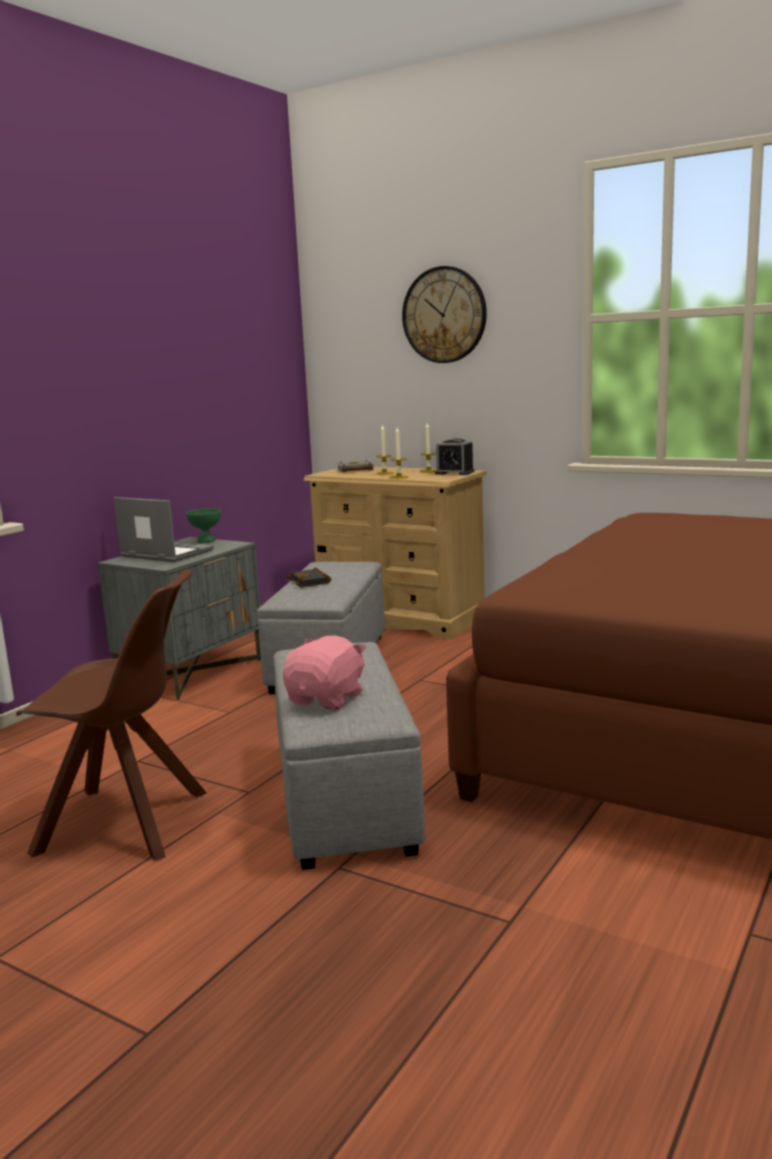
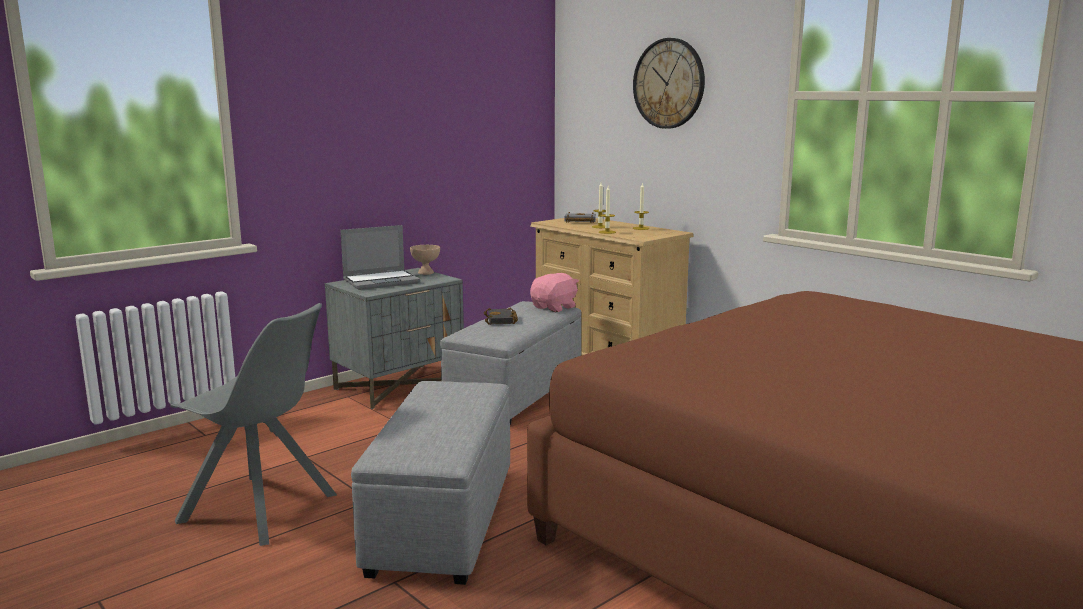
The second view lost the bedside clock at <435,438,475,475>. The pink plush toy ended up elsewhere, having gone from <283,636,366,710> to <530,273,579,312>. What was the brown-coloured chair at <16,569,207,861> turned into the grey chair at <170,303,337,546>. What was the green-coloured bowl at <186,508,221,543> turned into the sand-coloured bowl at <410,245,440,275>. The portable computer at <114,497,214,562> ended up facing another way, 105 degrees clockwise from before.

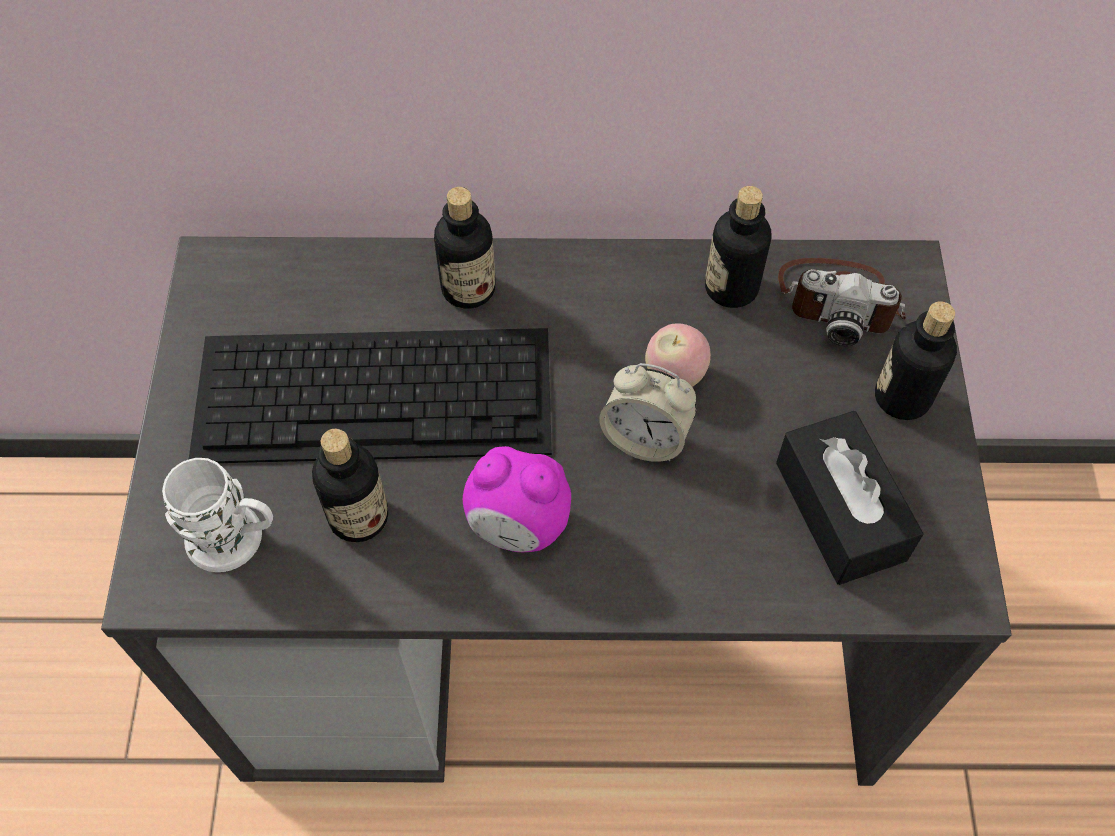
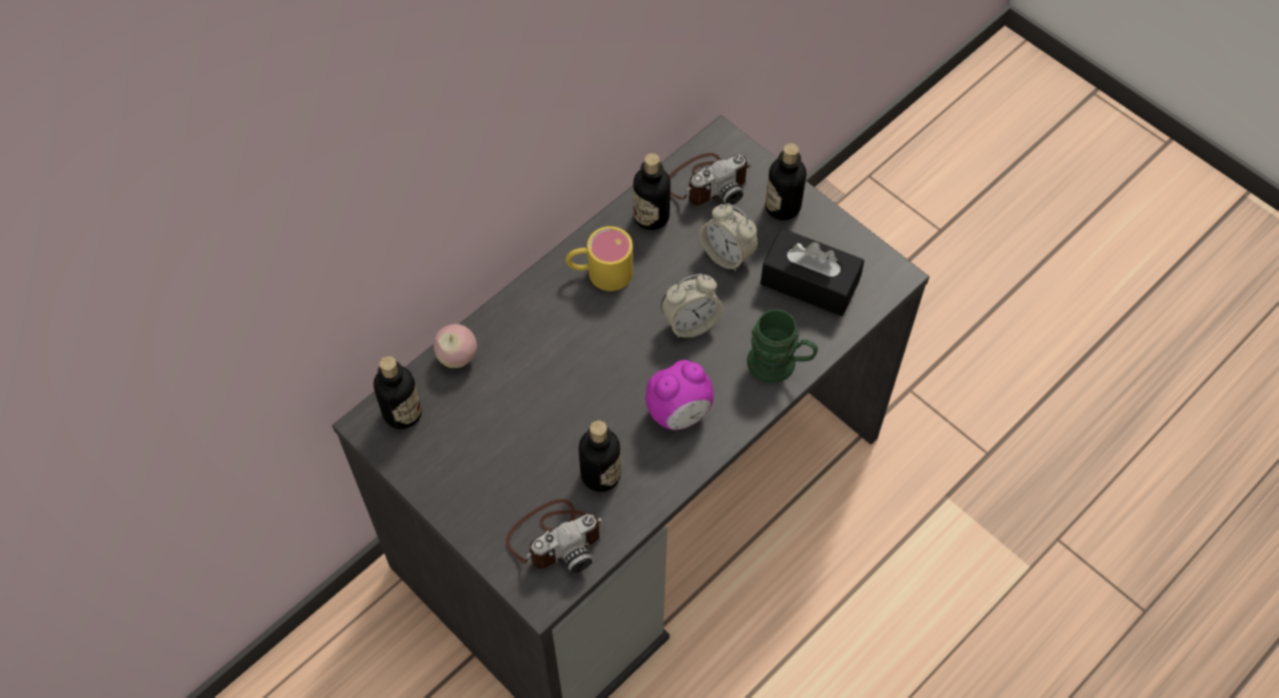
The second view lost the computer keyboard at <189,328,552,463>. The second view gained the yellow-coloured coffee mug at <566,226,633,291>. The second view gained the bedside clock at <700,203,759,271>. The second view gained the green-coloured coffee mug at <747,309,818,383>. The beverage bottle ended up elsewhere, having gone from <434,187,496,309> to <373,356,422,429>. The whole apple ended up elsewhere, having gone from <645,324,711,387> to <434,324,477,368>. Where the white-coloured coffee mug stood at <162,458,273,572>, the still camera came to stand at <506,499,605,573>.

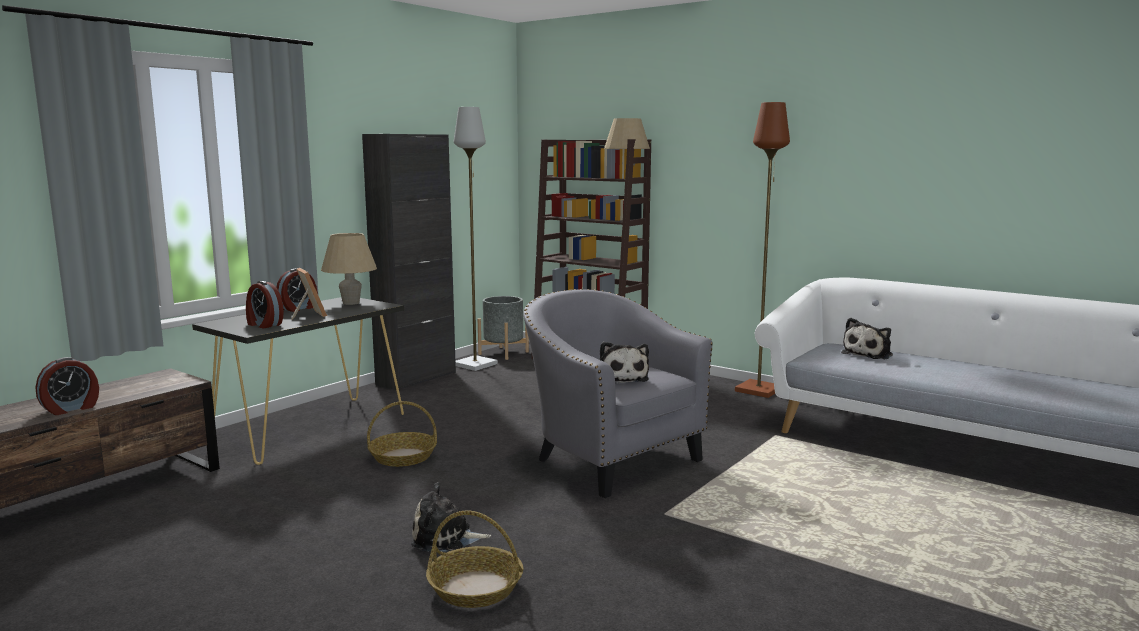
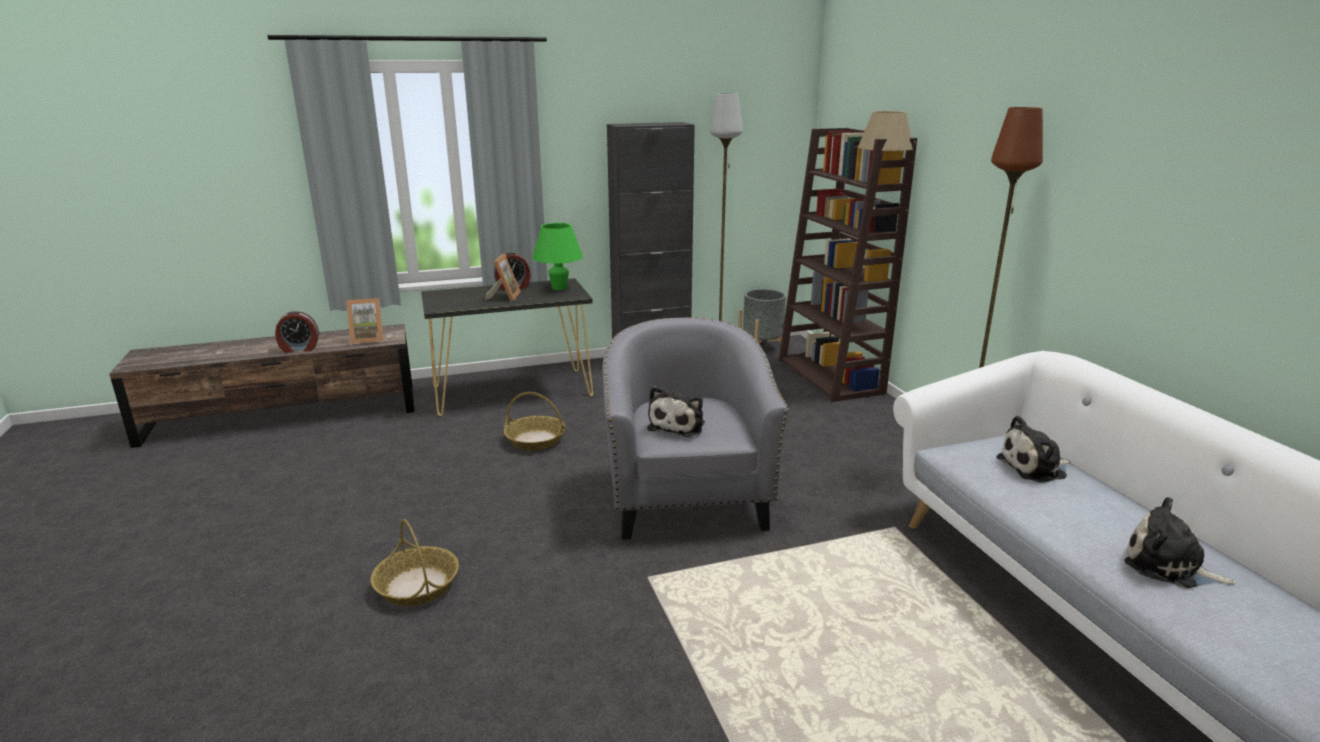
The second view lost the bedside clock at <246,281,284,328>. The second view gained the standing frame at <346,298,383,344>. The plush toy ended up elsewhere, having gone from <411,482,491,551> to <1124,497,1236,588>. What was the sand-coloured tabletop lamp at <321,233,377,305> turned into the green-coloured tabletop lamp at <533,223,583,290>.

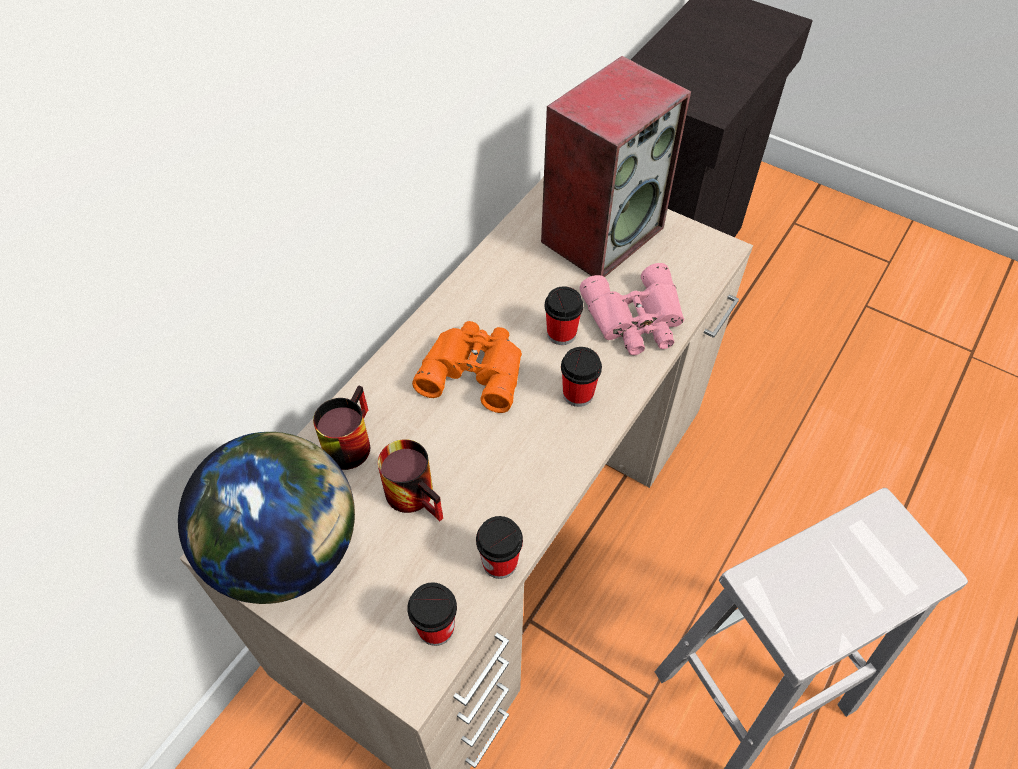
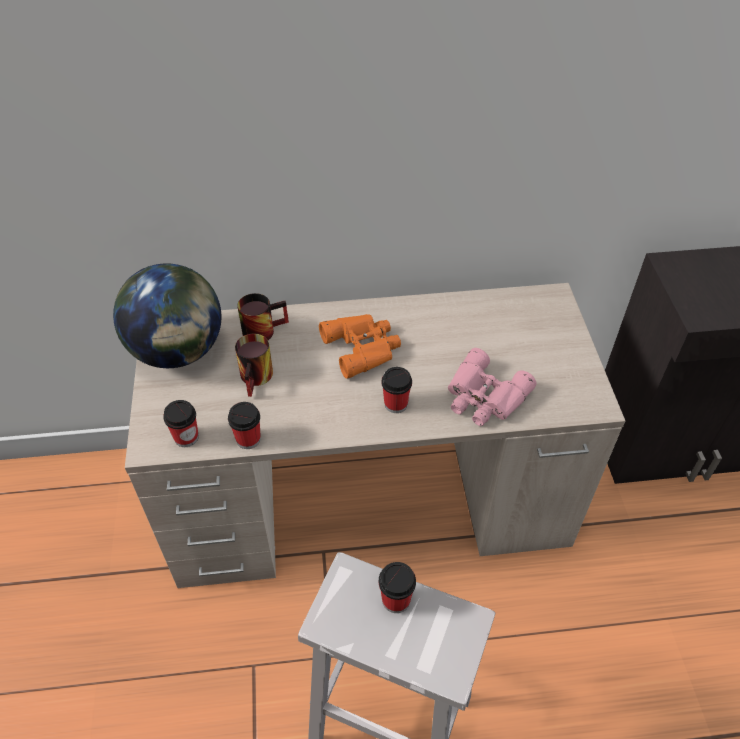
The second view lost the loudspeaker at <541,56,691,277>. The drinking cup ended up elsewhere, having gone from <544,286,583,345> to <378,562,416,613>.

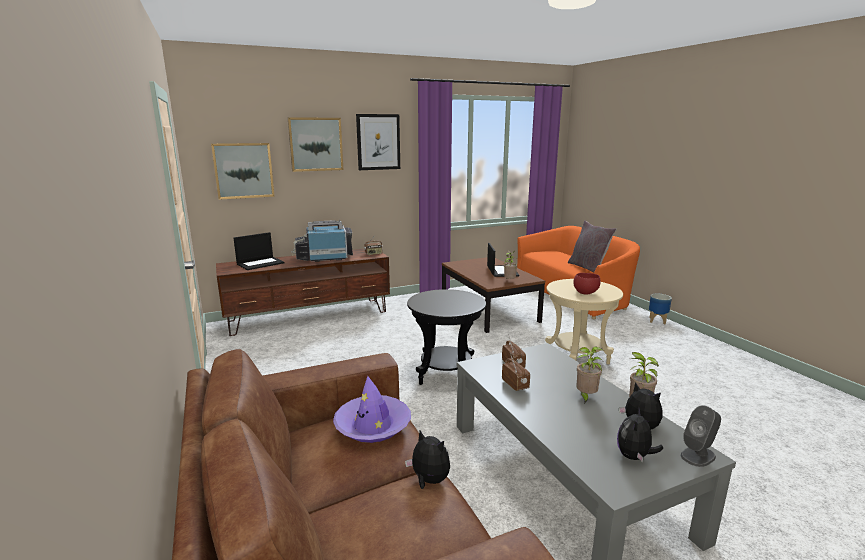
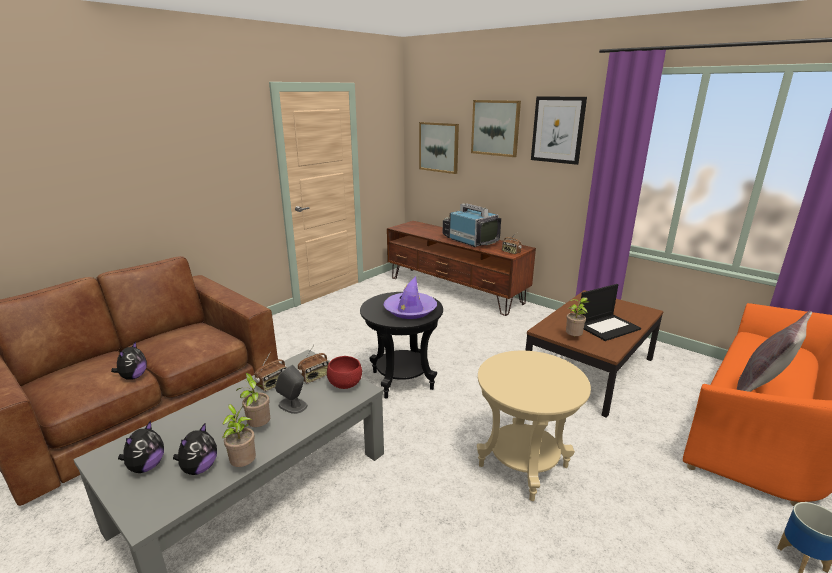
The second view lost the portable computer at <234,232,285,270>. The purple wearable hat ended up elsewhere, having gone from <333,376,411,443> to <384,276,437,319>. The red bowl ended up elsewhere, having gone from <573,273,600,295> to <327,356,362,389>. The grey loudspeaker ended up elsewhere, having gone from <681,405,721,467> to <275,365,308,414>. The plush toy at <617,408,663,462> ended up facing another way, 105 degrees clockwise from before.

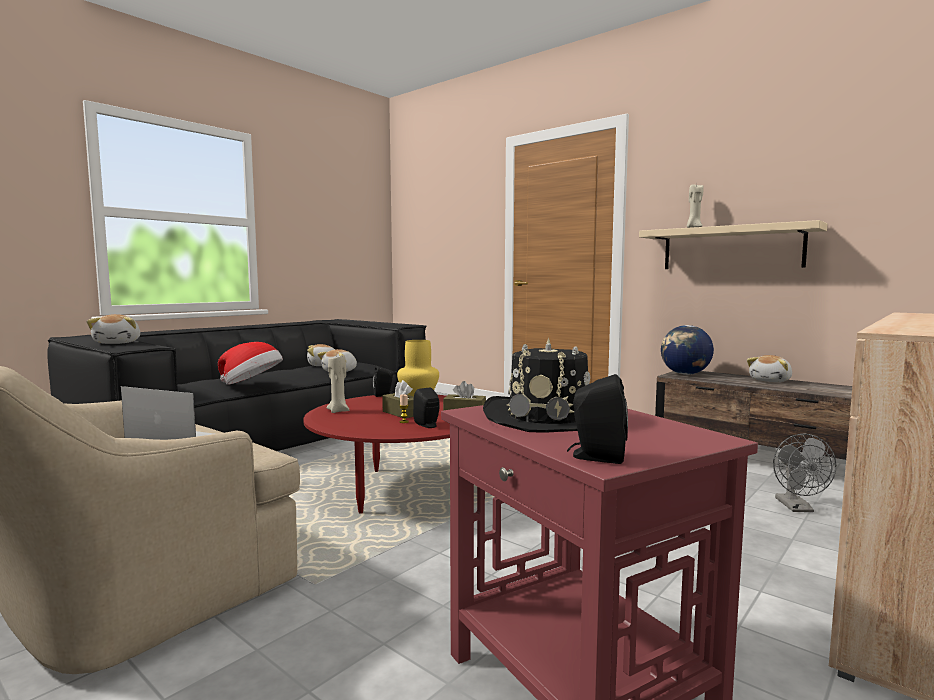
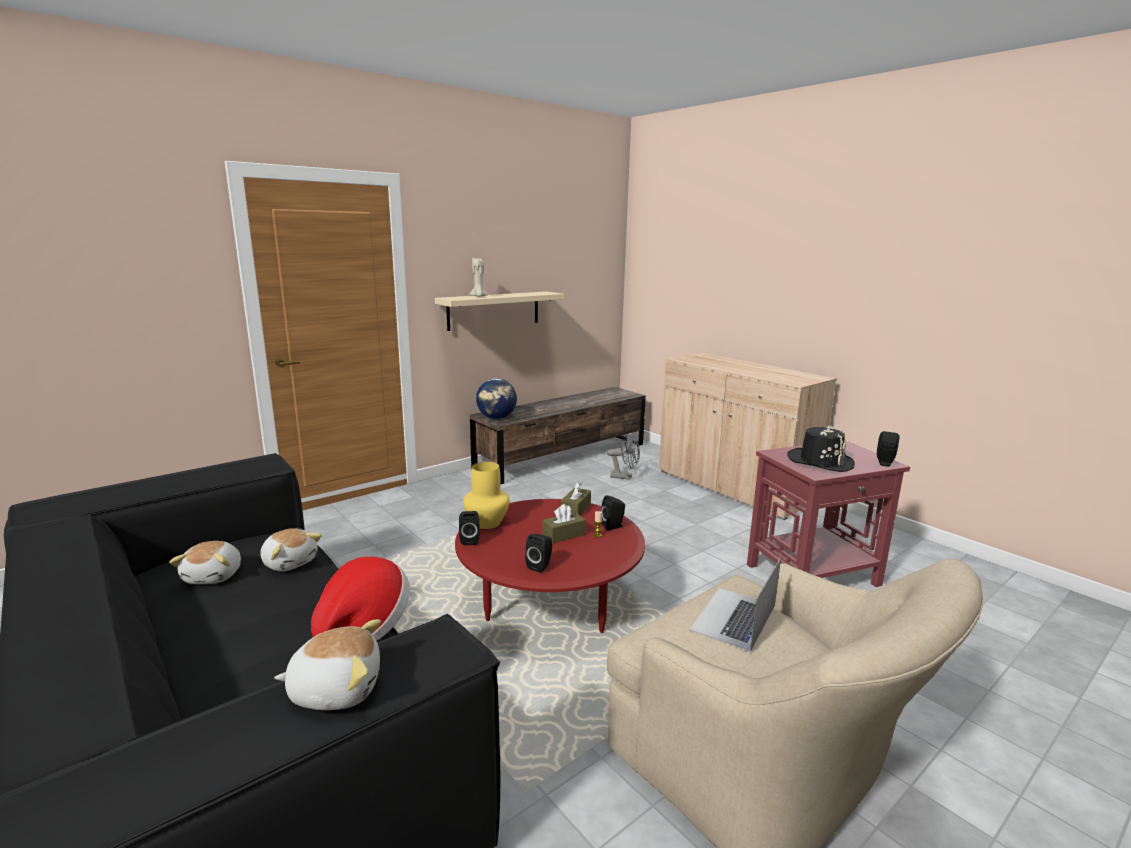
The second view lost the plush toy at <747,355,792,382>. Where the sand-coloured candle stood at <326,356,349,413>, the black loudspeaker came to stand at <525,534,552,573>.

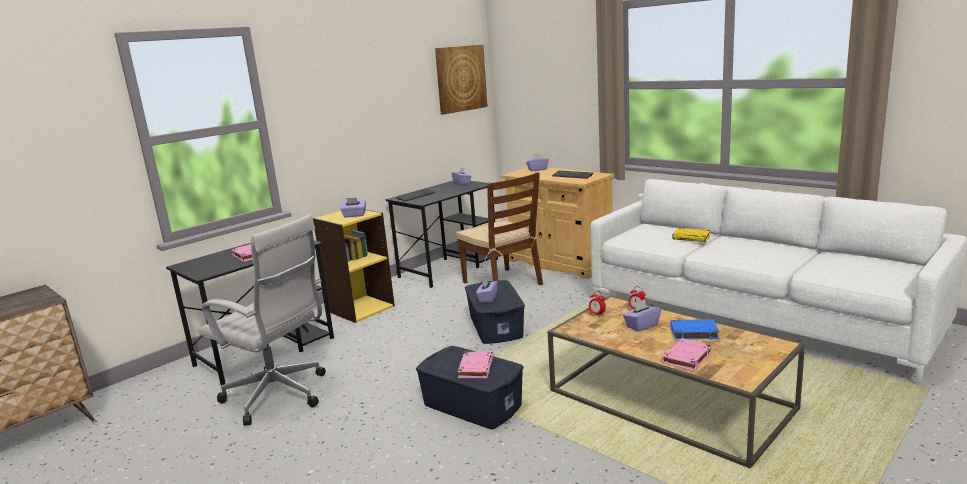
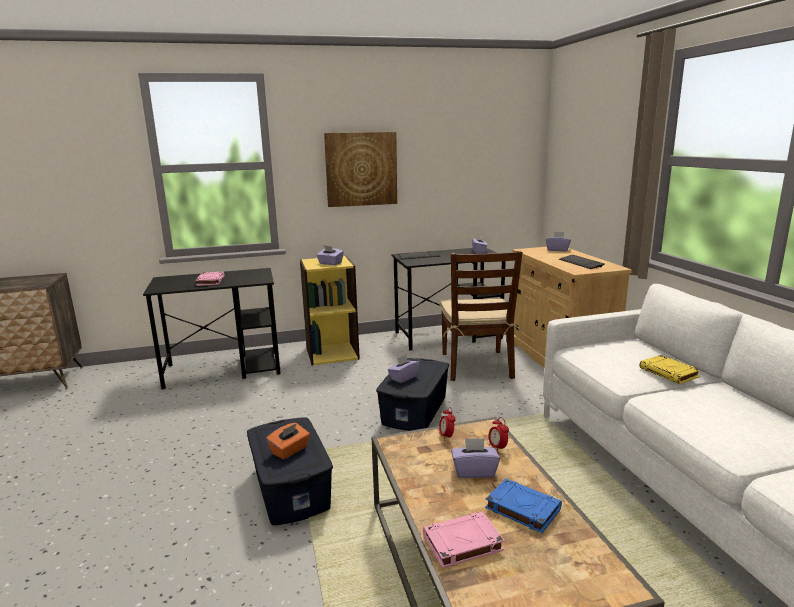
The second view lost the white-coloured office chair at <198,215,326,426>. The wall art ended up elsewhere, having gone from <435,45,488,114> to <324,132,397,207>. Where the pink book stood at <458,352,493,378>, the orange-coloured tissue holder came to stand at <266,423,310,460>.

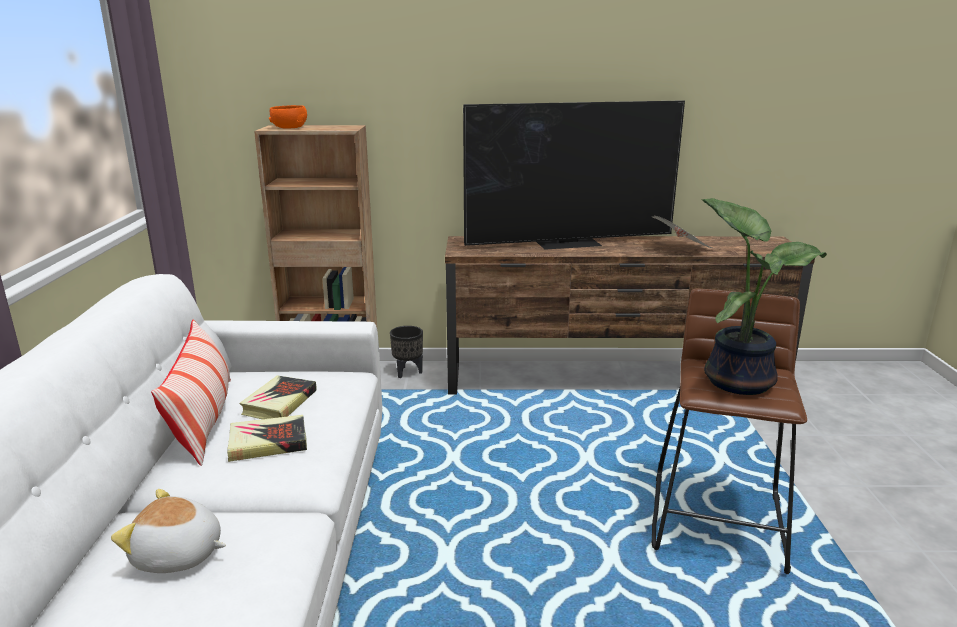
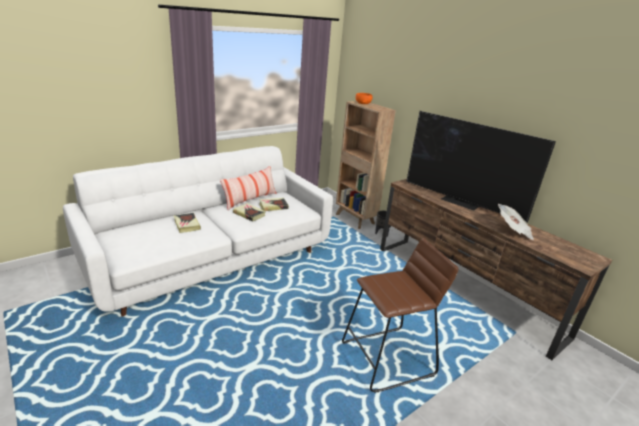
The second view lost the plant in a pot at <701,198,827,395>. Where the plush toy stood at <111,489,226,573>, the book came to stand at <174,213,201,233>.

